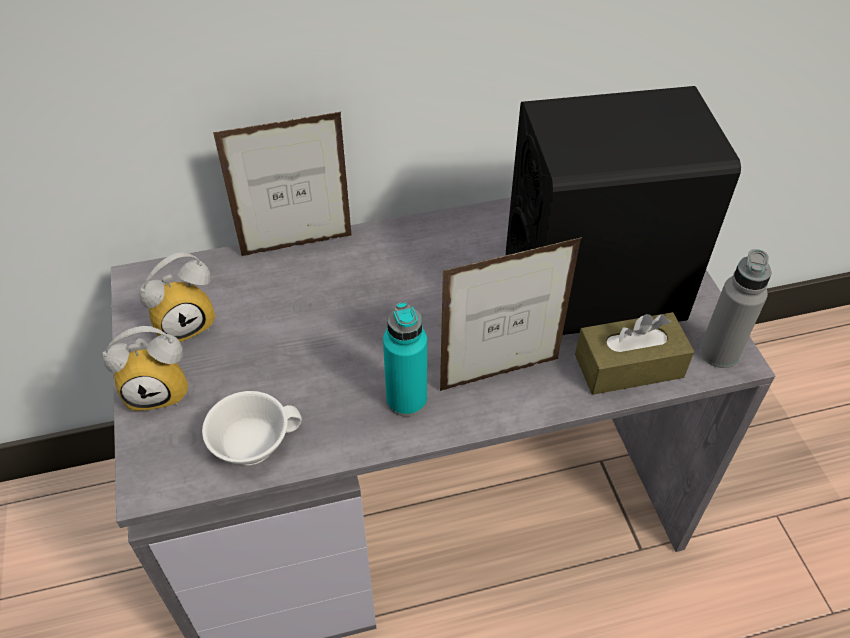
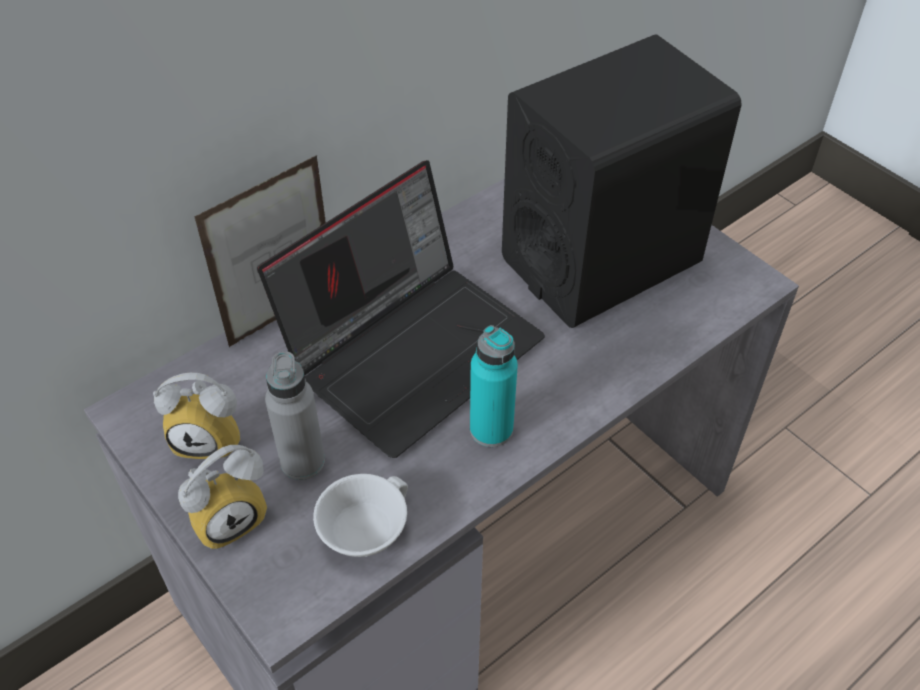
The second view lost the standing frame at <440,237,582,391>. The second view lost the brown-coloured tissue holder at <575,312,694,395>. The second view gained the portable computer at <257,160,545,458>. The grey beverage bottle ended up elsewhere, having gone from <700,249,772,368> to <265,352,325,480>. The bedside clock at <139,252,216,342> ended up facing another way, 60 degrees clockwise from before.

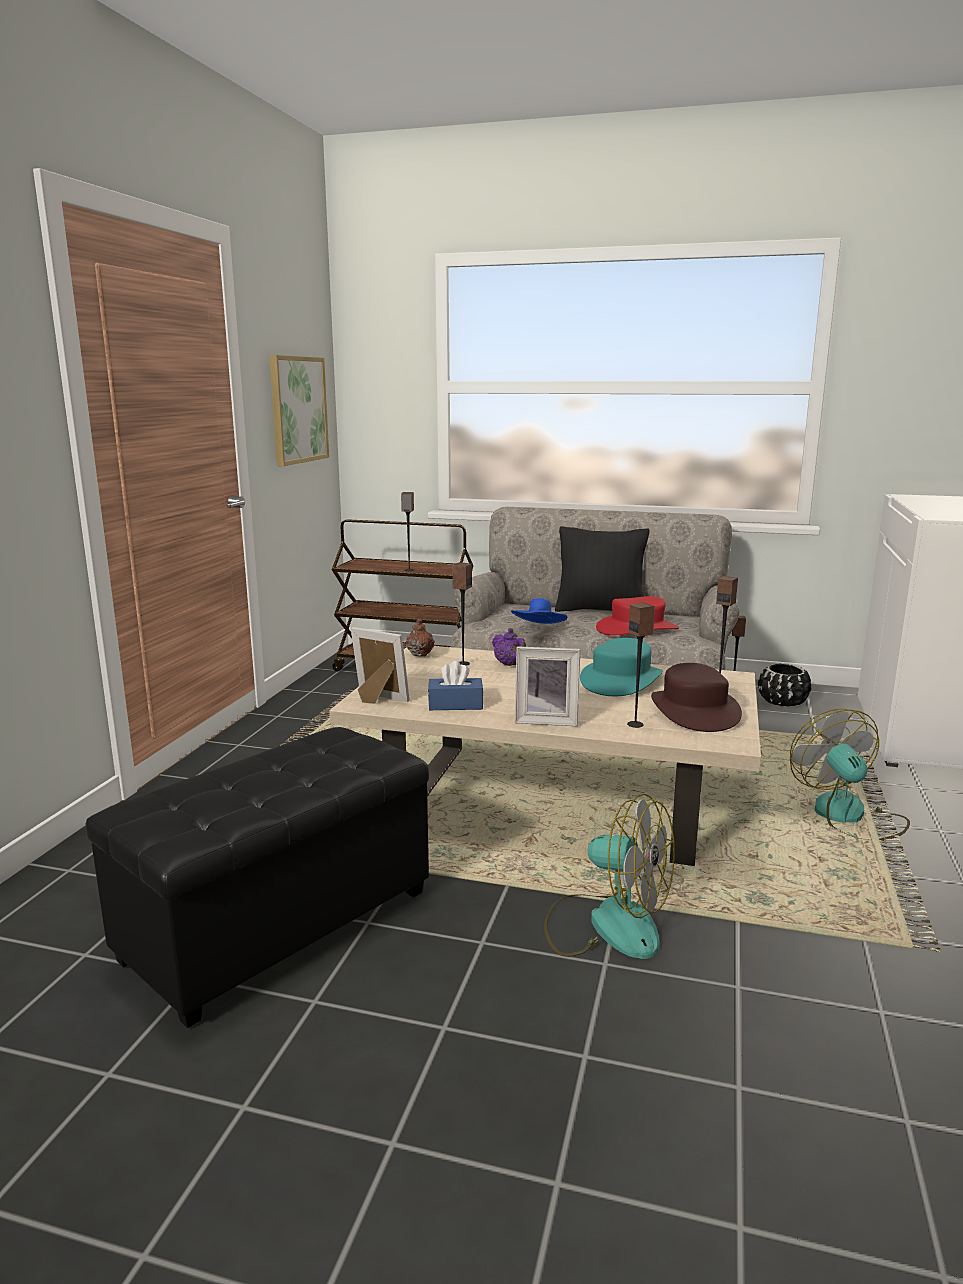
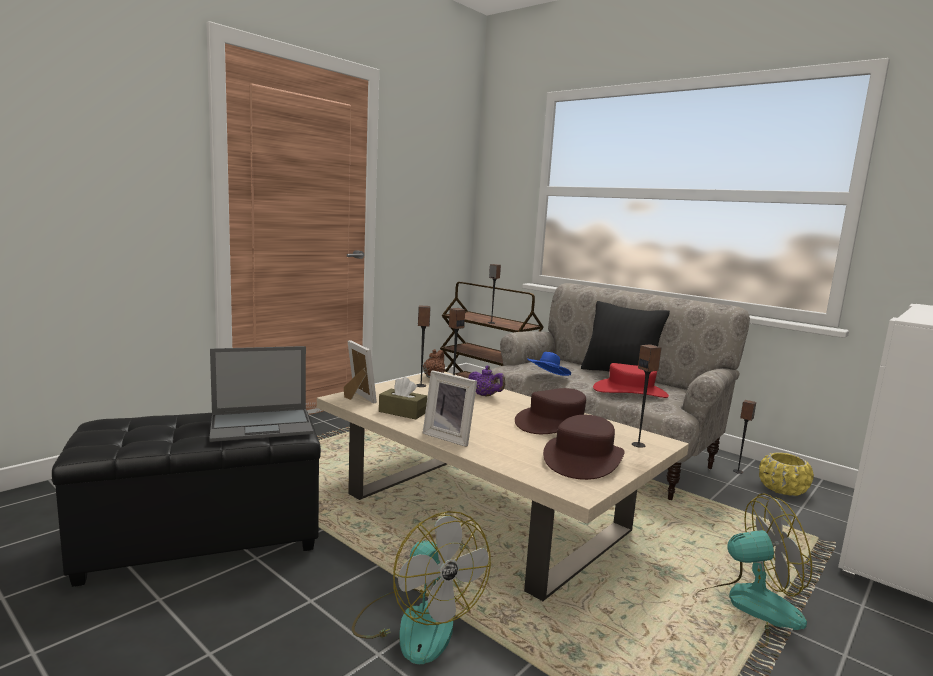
The second view lost the wall art at <269,355,329,466>. The second view gained the portable computer at <209,346,313,442>. The loudspeaker ended up elsewhere, having gone from <627,602,655,728> to <416,305,431,387>. What was the blue tissue holder at <428,661,484,710> turned into the brown-coloured tissue holder at <379,377,427,419>. What was the turquoise-coloured wearable hat at <580,638,663,696> turned into the brown-coloured wearable hat at <515,388,586,434>. What was the black flower pot at <758,664,811,706> turned into the yellow-coloured flower pot at <759,452,814,496>. The purple teapot at <492,628,526,666> ended up facing another way, 45 degrees counterclockwise from before. The fan at <790,708,910,841> ended up facing another way, 75 degrees clockwise from before.

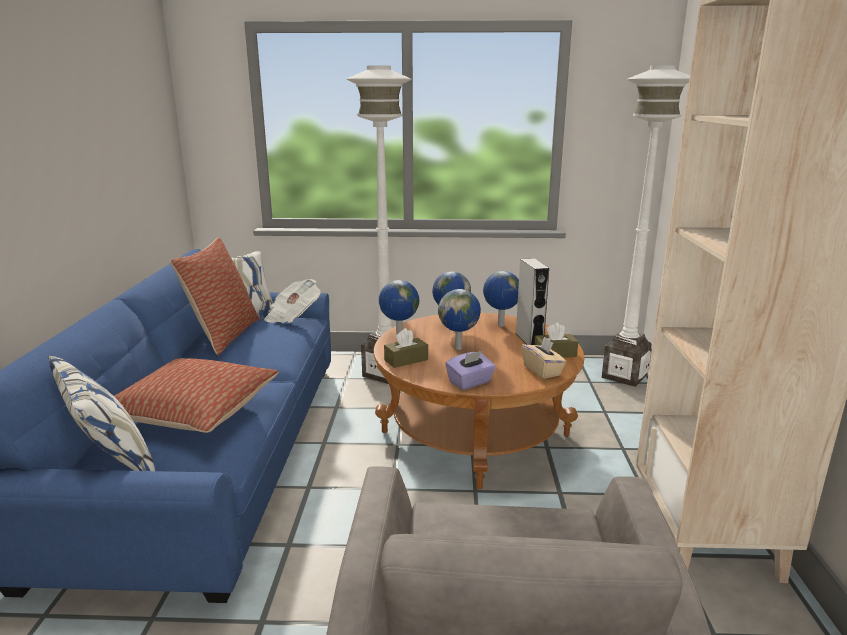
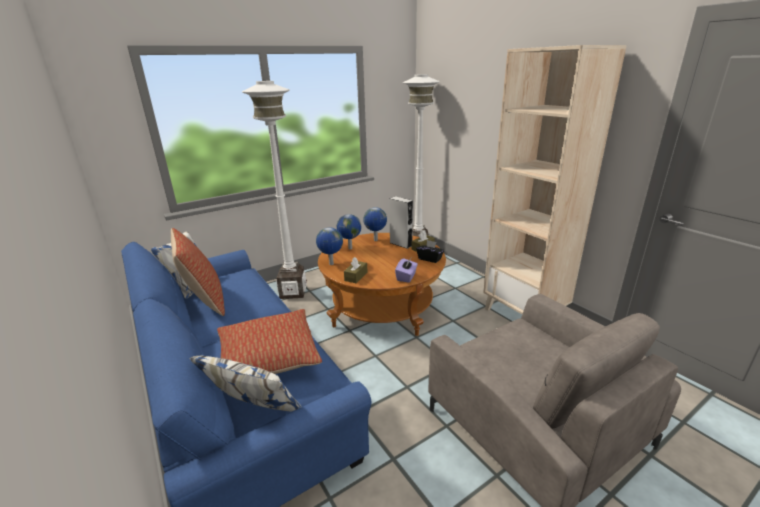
The second view lost the newspaper at <264,279,321,323>. The second view lost the desk globe at <438,289,481,350>. What was the sand-coloured tissue holder at <522,337,566,379> turned into the black tissue holder at <416,240,444,263>.

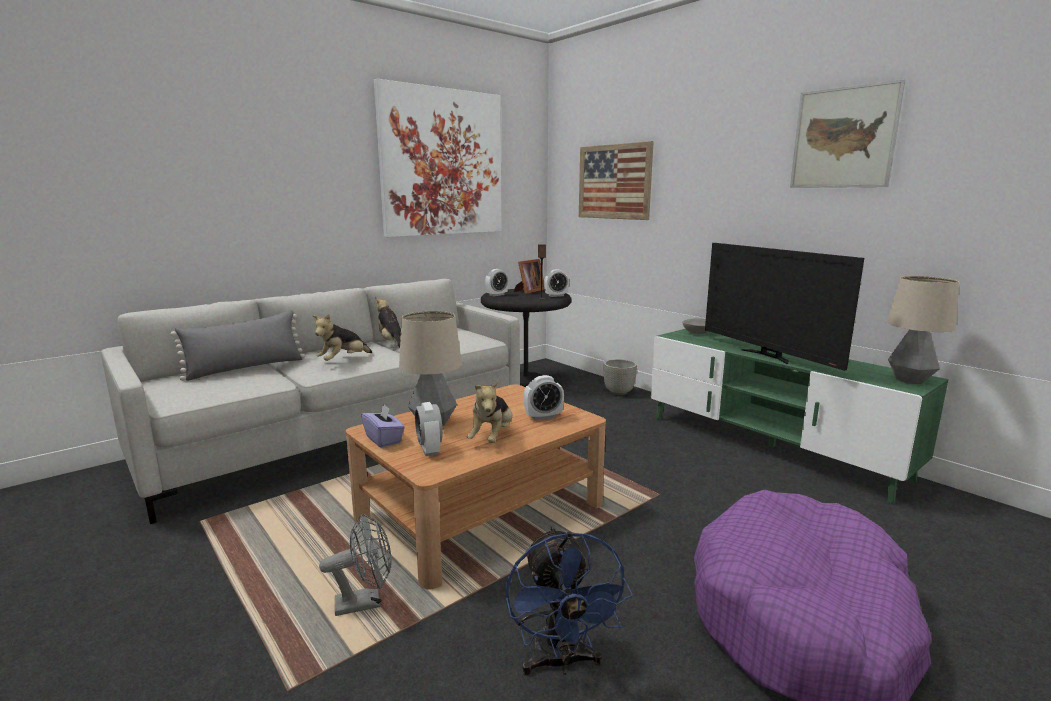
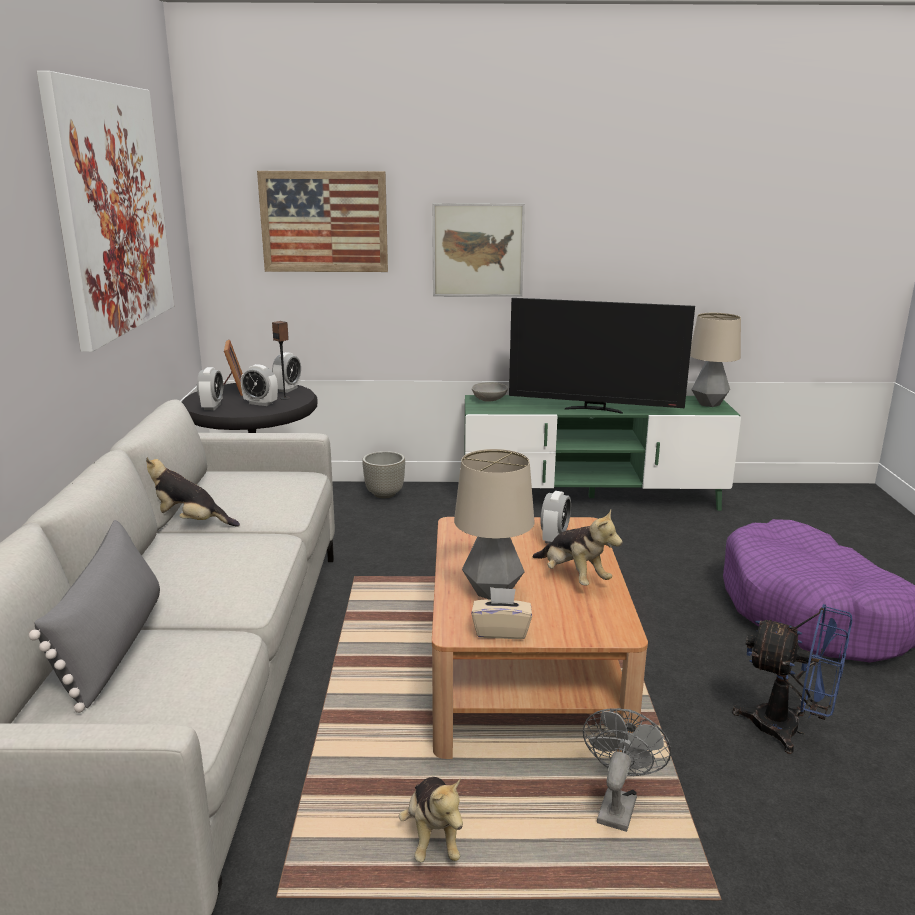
The plush toy ended up elsewhere, having gone from <312,314,372,361> to <399,777,463,862>. The bedside clock ended up elsewhere, having gone from <415,402,443,456> to <241,364,278,406>. The wall art ended up elsewhere, having gone from <790,79,905,188> to <432,203,525,297>. What was the purple tissue holder at <361,403,405,448> turned into the sand-coloured tissue holder at <471,587,532,639>.

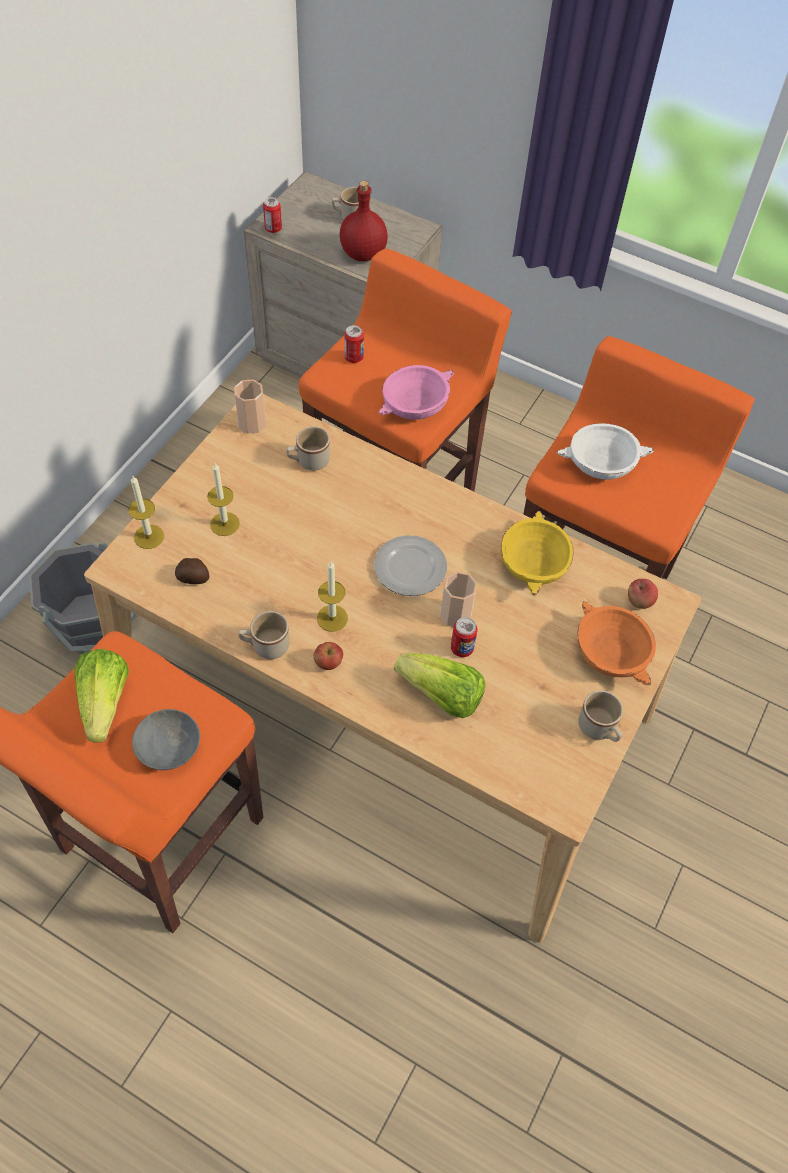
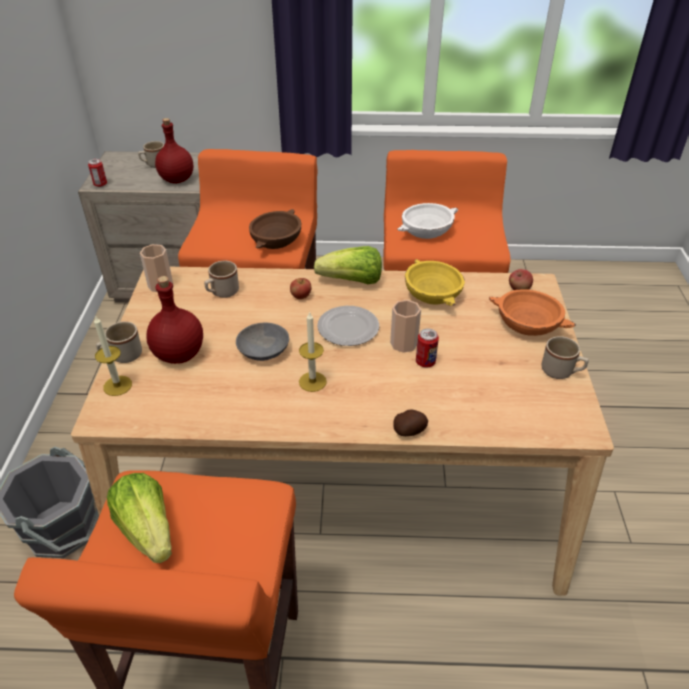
The second view lost the can at <344,325,364,363>. The grey bowl ended up elsewhere, having gone from <132,709,200,770> to <236,323,289,361>. The spud ended up elsewhere, having gone from <175,558,209,584> to <393,409,428,436>. The sand-coloured coffee mug ended up elsewhere, having gone from <238,611,289,659> to <96,321,142,363>. The whole apple ended up elsewhere, having gone from <314,642,343,670> to <290,278,311,299>. The lettuce ended up elsewhere, having gone from <394,653,485,718> to <314,246,382,284>. Where the candle stood at <207,463,240,536>, the red beverage bottle came to stand at <146,276,203,364>. What was the pink bowl at <378,365,454,420> turned into the brown-coloured bowl at <249,209,301,249>.

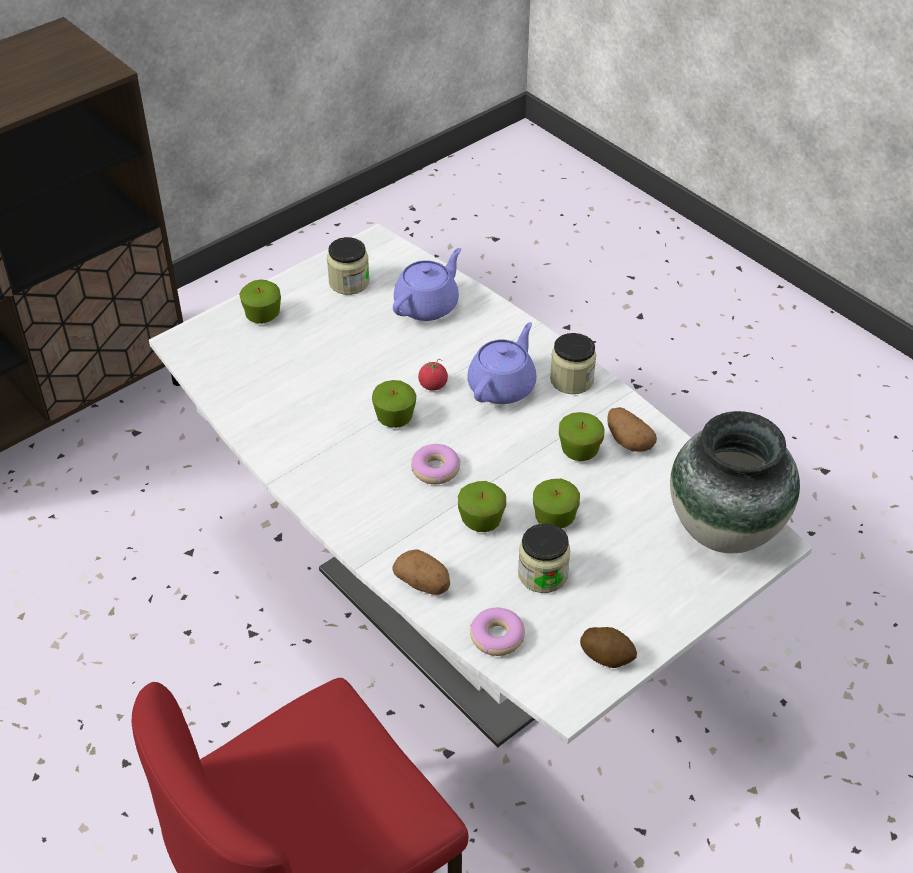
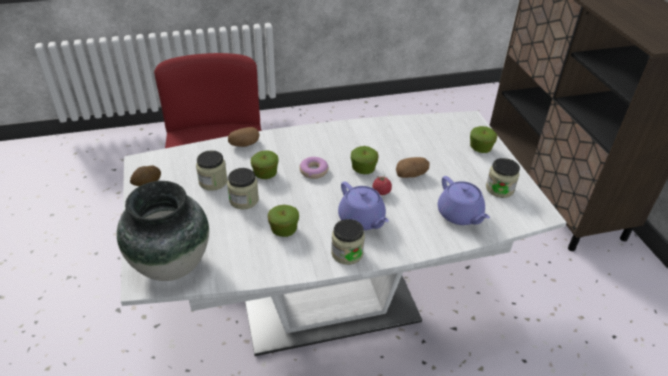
The second view lost the ring doughnut at <470,607,525,656>. The spud ended up elsewhere, having gone from <607,407,657,452> to <396,157,430,178>. Where the whole apple stood at <533,479,580,528>, the storage jar came to stand at <227,168,259,209>.

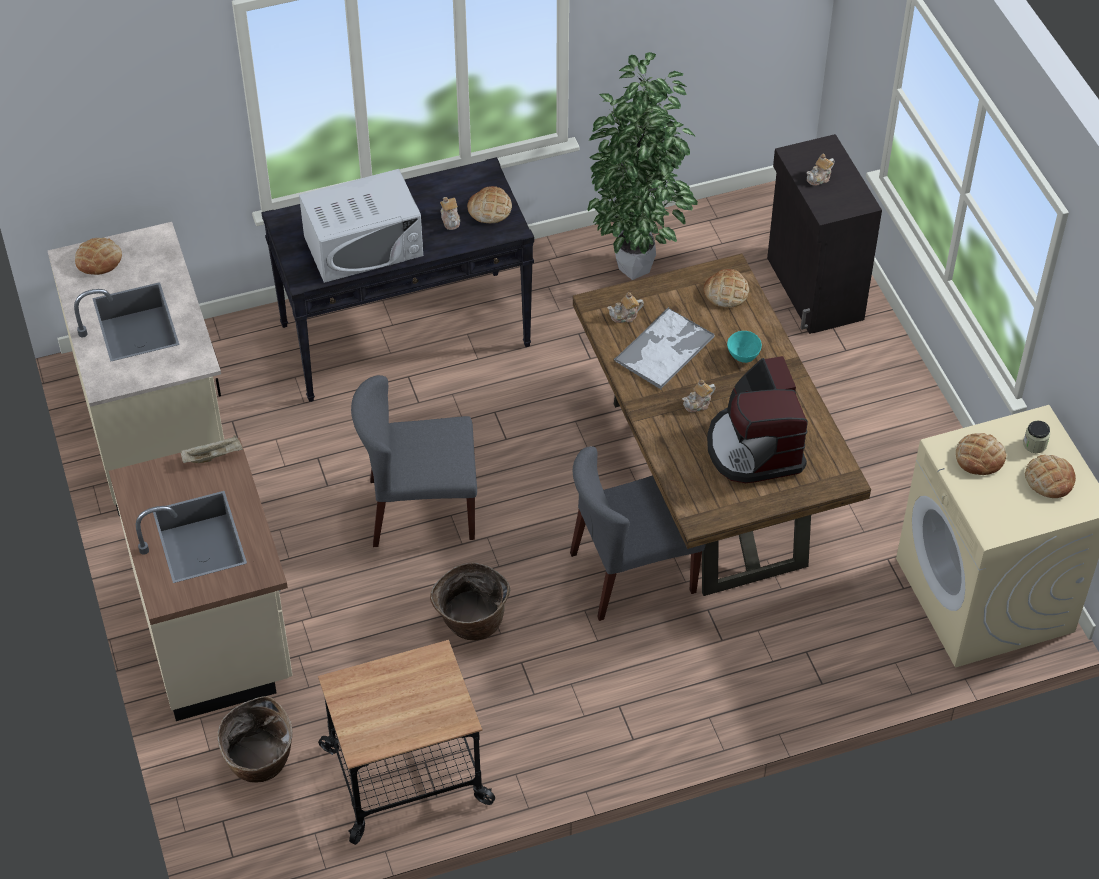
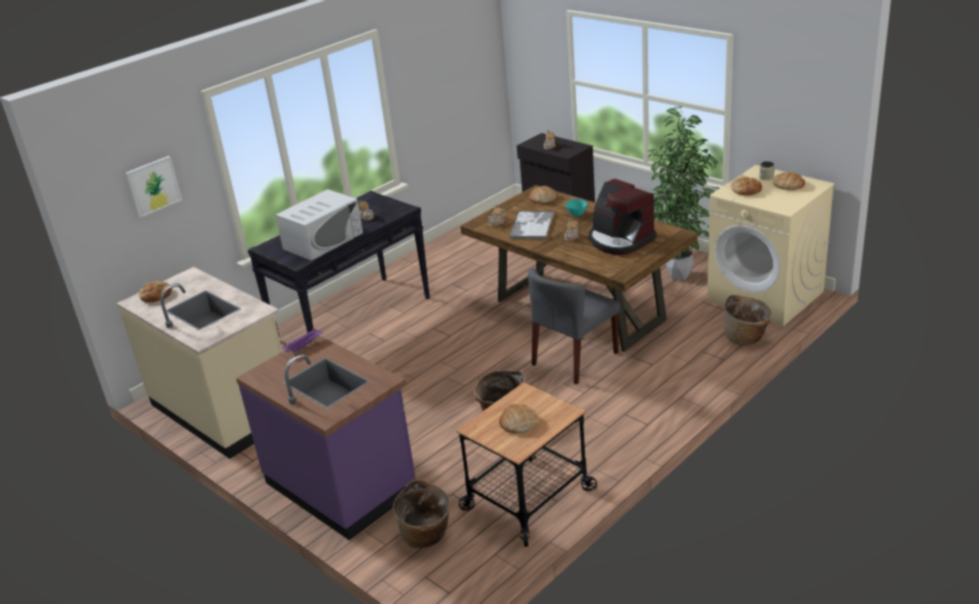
The second view lost the grey chair at <351,375,477,547>. The second view gained the wall art at <126,156,182,218>. The second view gained the household basket at <724,295,772,346>. The bakery bread ended up elsewhere, having gone from <467,186,512,223> to <499,404,538,434>. The plant in a pot ended up elsewhere, having gone from <587,52,698,280> to <648,106,719,280>. What was the sand-coloured counter at <109,438,293,721> turned into the purple counter at <236,335,415,540>. What was the sand-coloured tray at <181,435,243,463> turned into the purple tray at <282,328,324,352>.

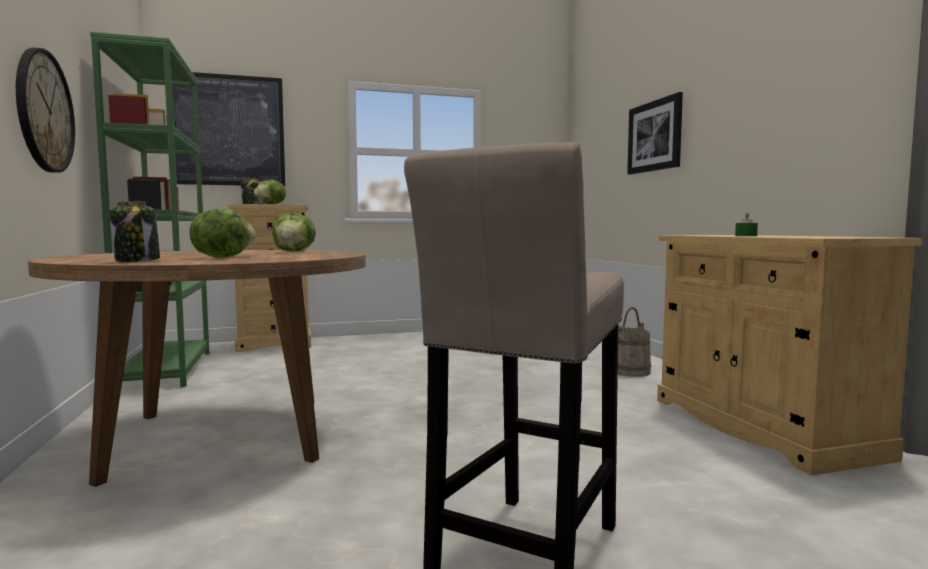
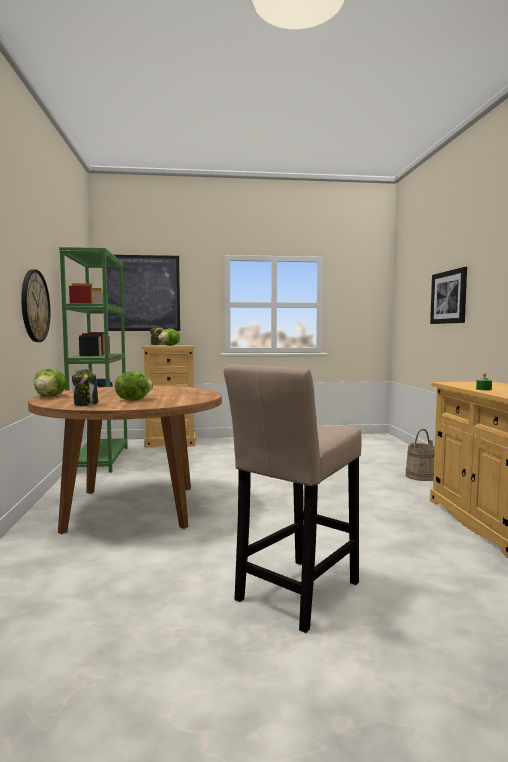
The lettuce ended up elsewhere, having gone from <272,213,316,252> to <34,369,67,397>.

